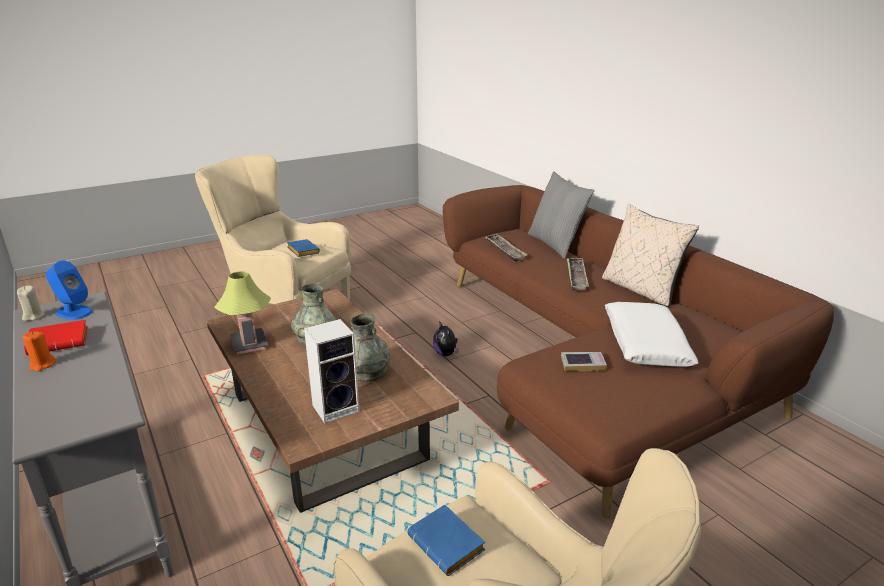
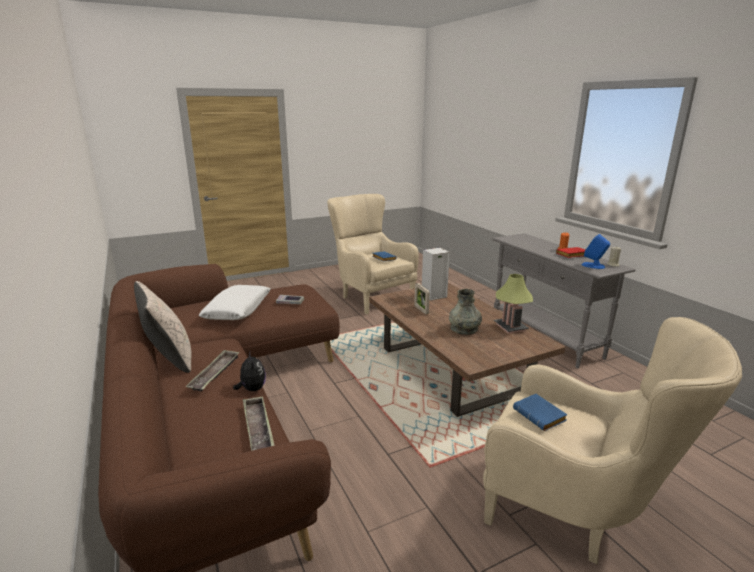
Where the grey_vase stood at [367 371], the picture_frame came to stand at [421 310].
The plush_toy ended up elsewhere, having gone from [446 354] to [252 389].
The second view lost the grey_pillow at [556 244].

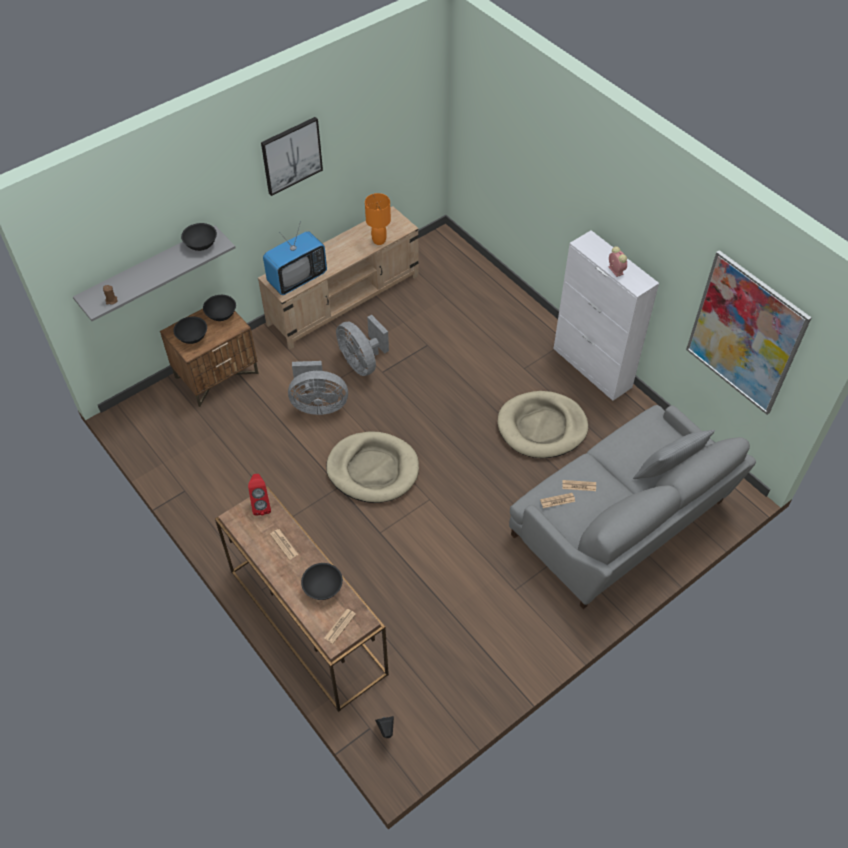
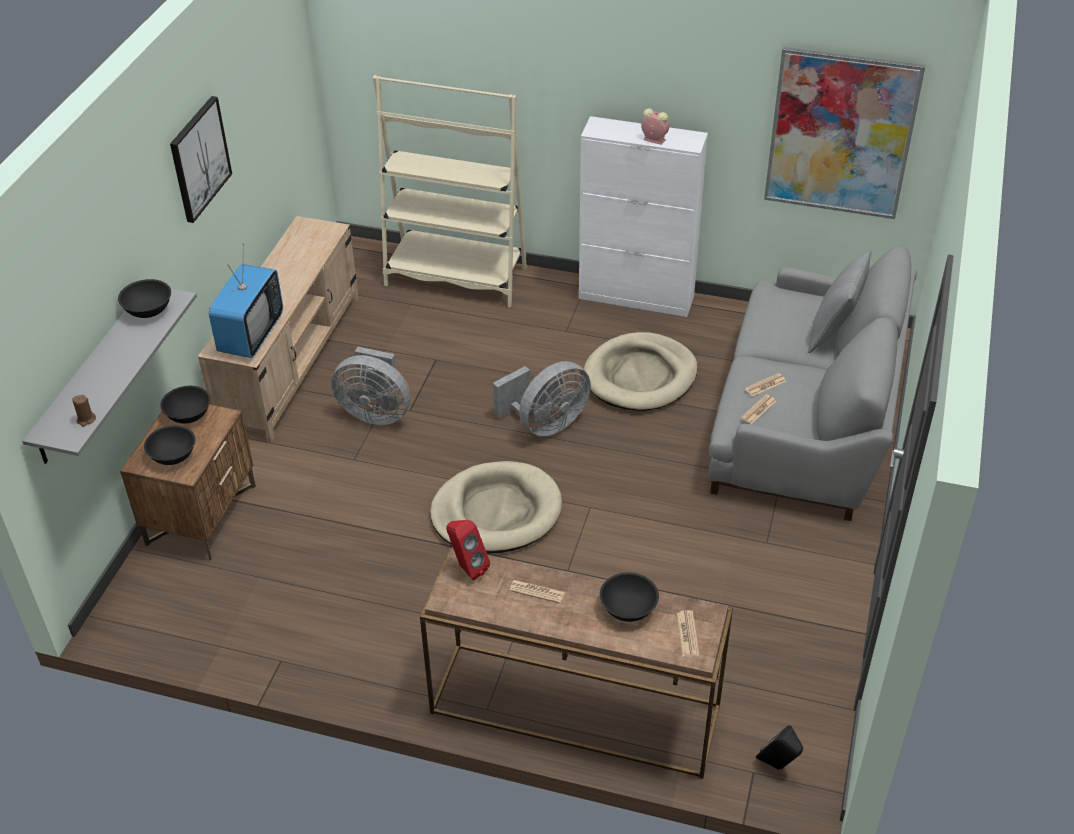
The grey_fan ended up elsewhere, having gone from [318 405] to [546 424].
The second view lost the orange_table_lamp at [379 240].
The second view gained the beige_bookcase at [456 277].

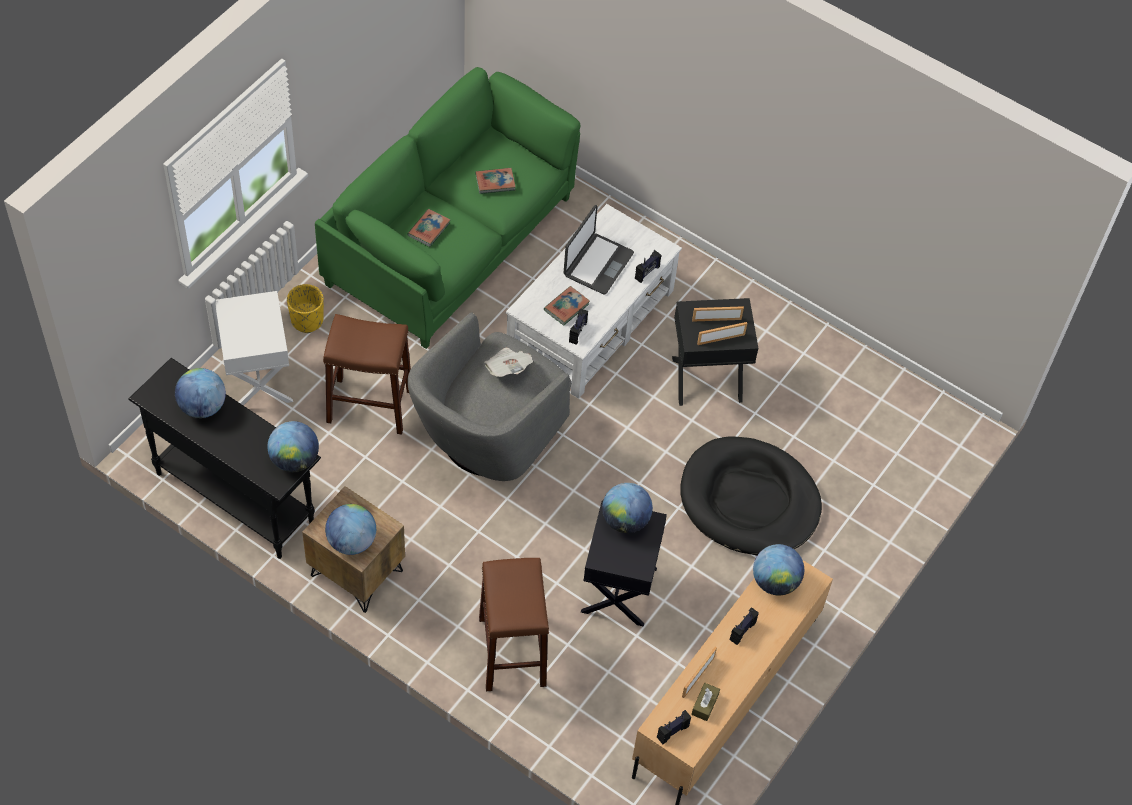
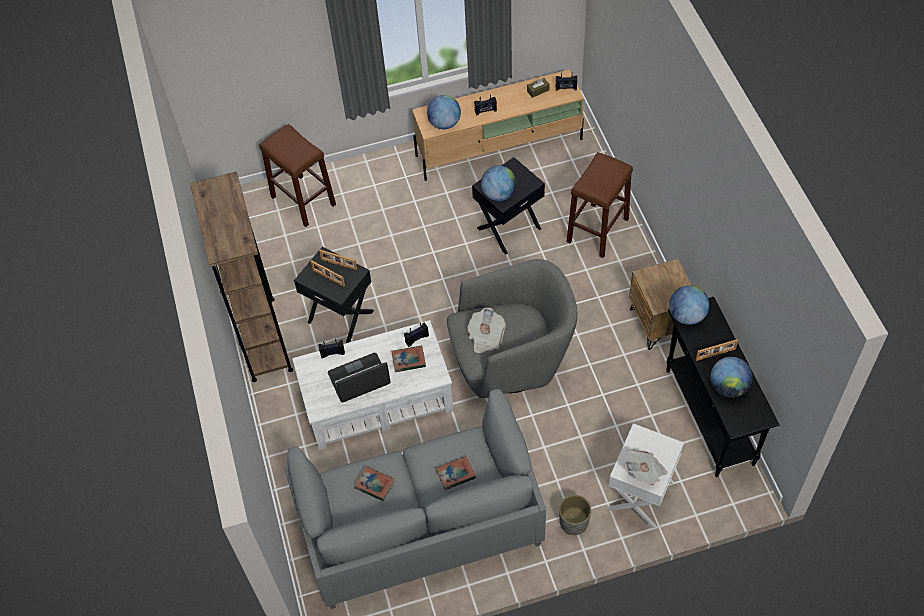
What was the yellow_planter at [307 320] turned into the grey_planter at [573 523].
What was the green_sofa at [450 242] turned into the grey_sofa at [420 524].
The brown_stool ended up elsewhere, having gone from [370 405] to [303 200].
The second view lost the globe at [351 541].
The second view lost the black_dog_bed at [749 500].
The picture_frame ended up elsewhere, having gone from [697 676] to [715 355].
The second view gained the brown_bookcase at [263 339].
The second view gained the newspaper at [644 472].

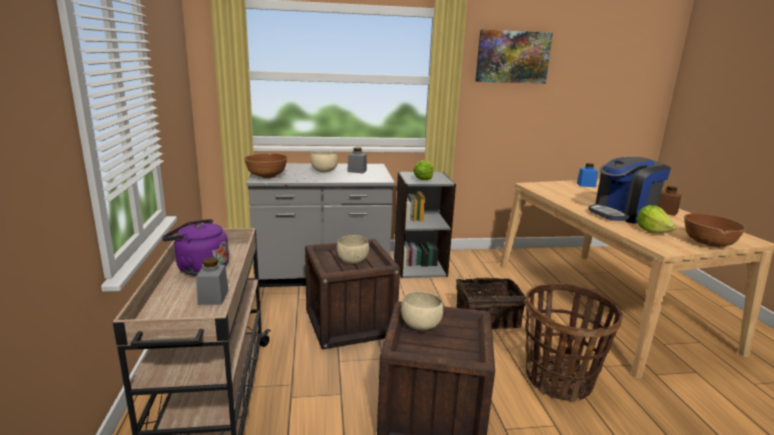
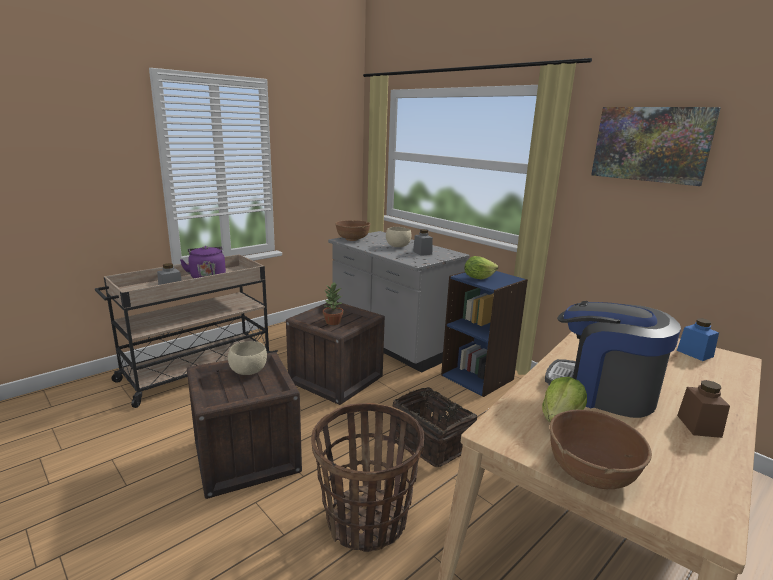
Where the beige_bowl stood at [353 261], the potted_plant came to stand at [332 322].
What was the grey_bookcase at [419 267] turned into the blue_bookcase at [478 377].

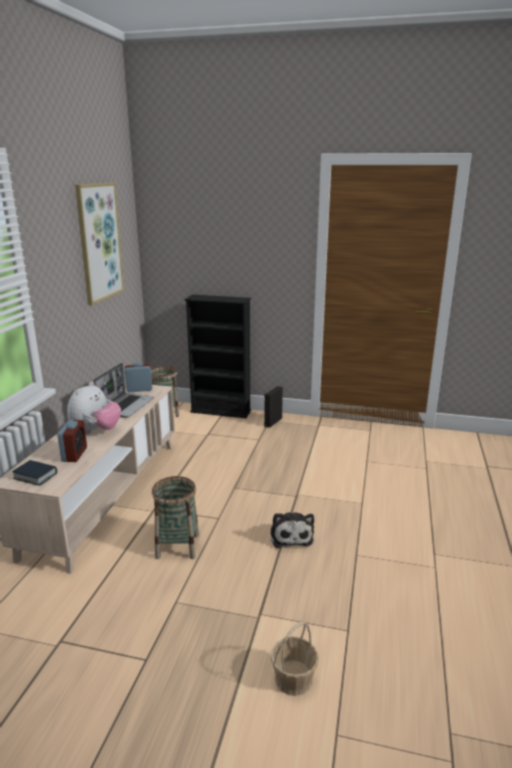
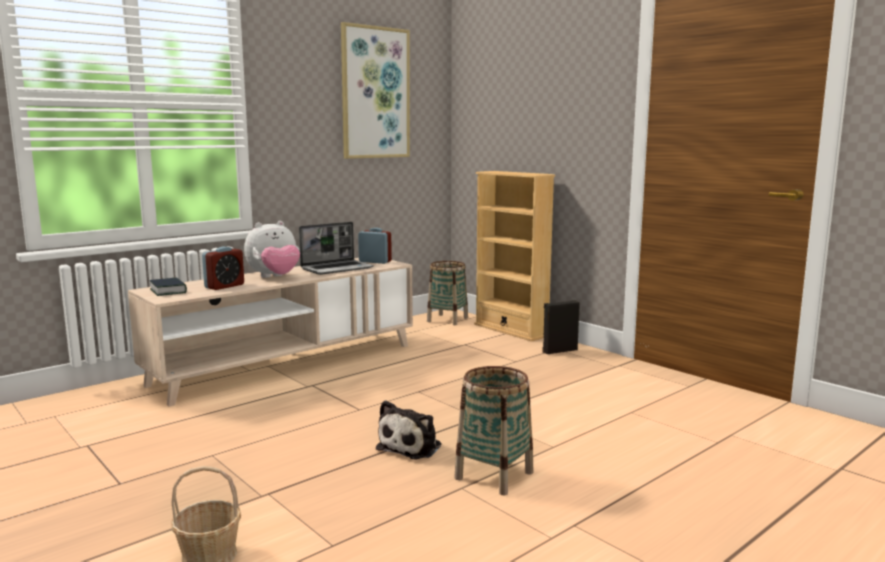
The basket ended up elsewhere, having gone from [177 546] to [494 475].
What was the black_bookcase at [220 411] turned into the beige_bookcase at [511 330].

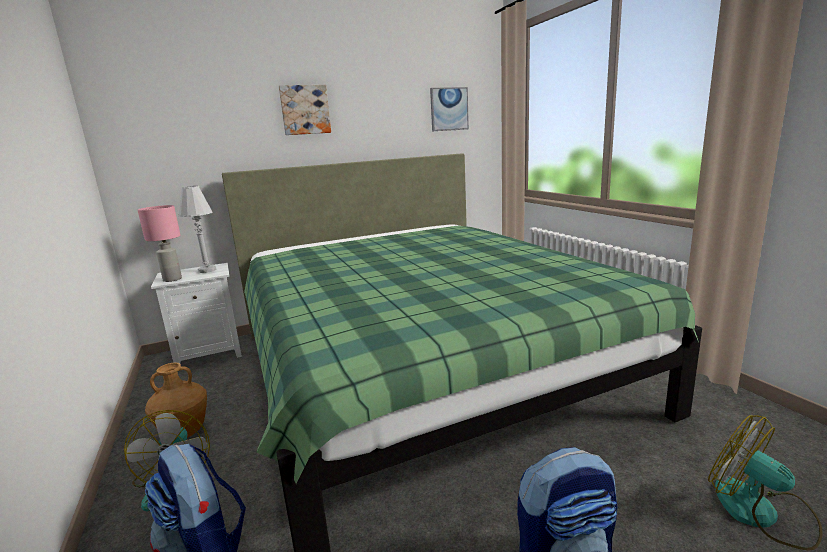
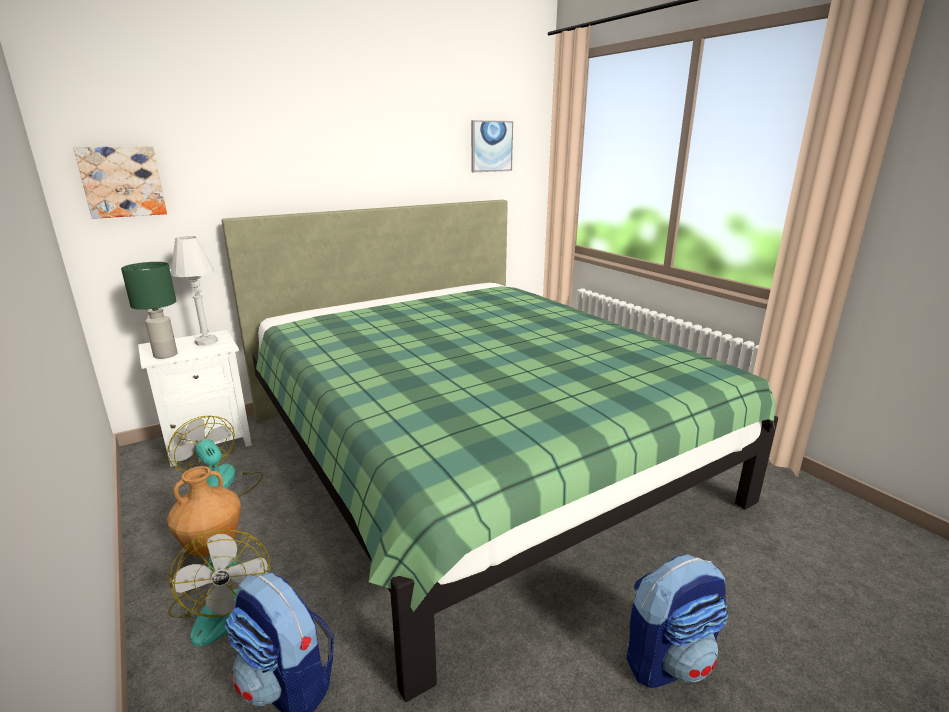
What was the pink_table_lamp at [172 279] turned into the green_table_lamp at [165 355].
The picture ended up elsewhere, having gone from [305 110] to [122 181].
The fan ended up elsewhere, having gone from [760 512] to [223 484].

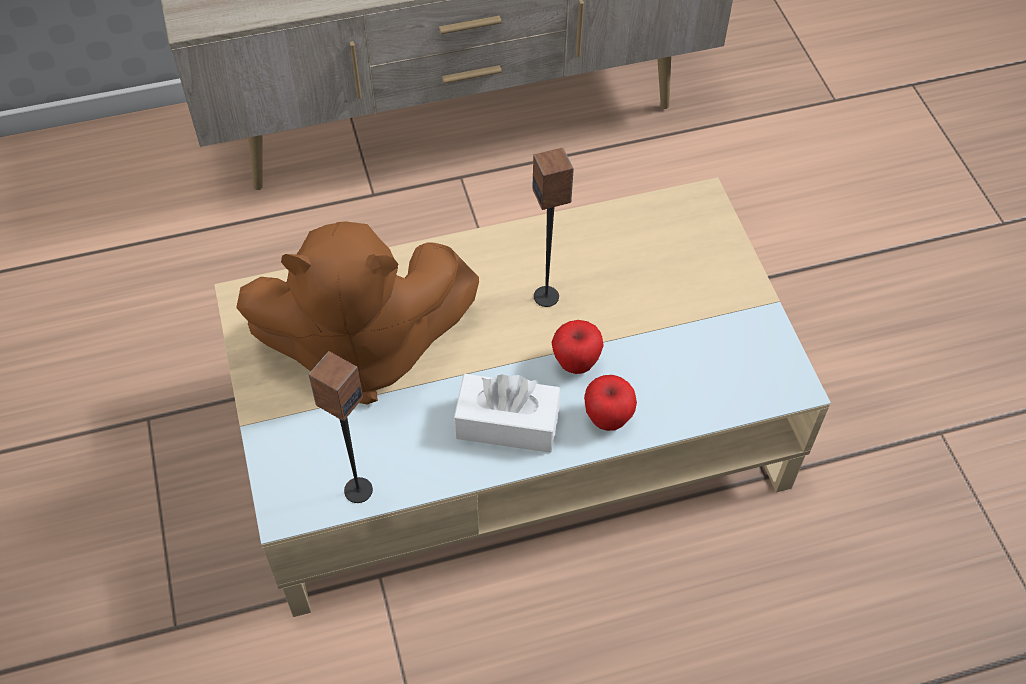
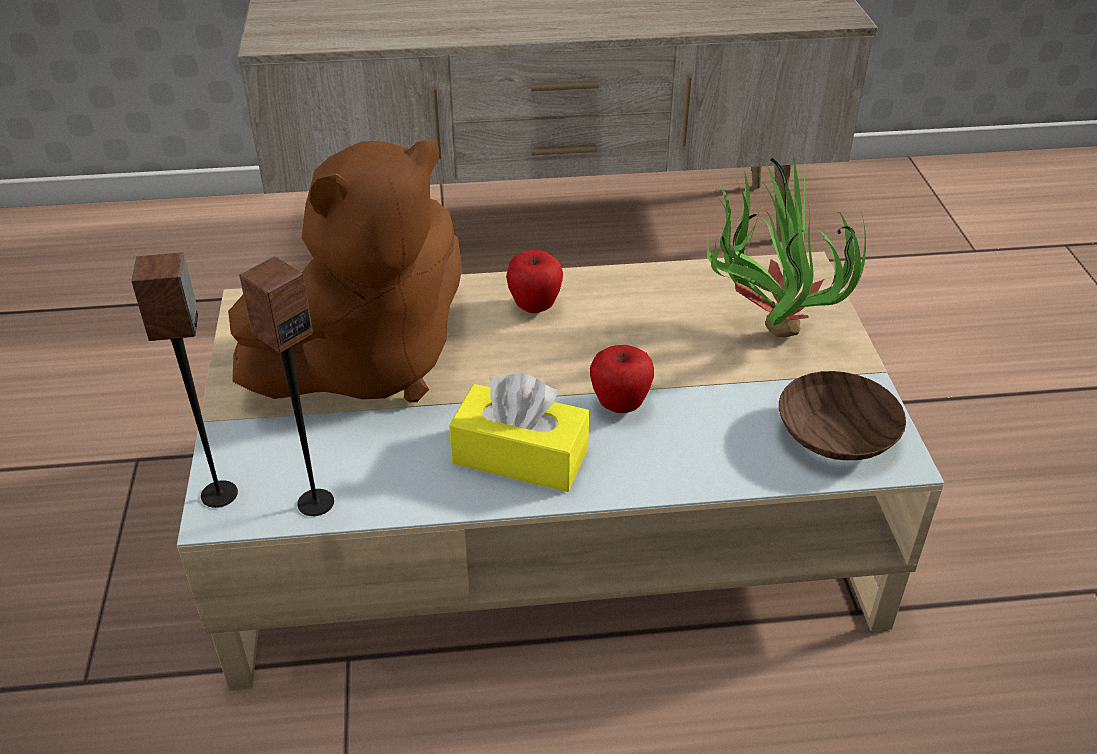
The brown_plush_toy at [362 349] ended up facing another way, 45 degrees counterclockwise from before.
What was the white_tissue_box at [507 424] turned into the yellow_tissue_box at [520 456].
The speaker ended up elsewhere, having gone from [546 296] to [220 494].
The apple ended up elsewhere, having gone from [607 418] to [535 306].
The second view gained the potted_plant at [763 329].
The second view gained the brown_bowl at [834 433].

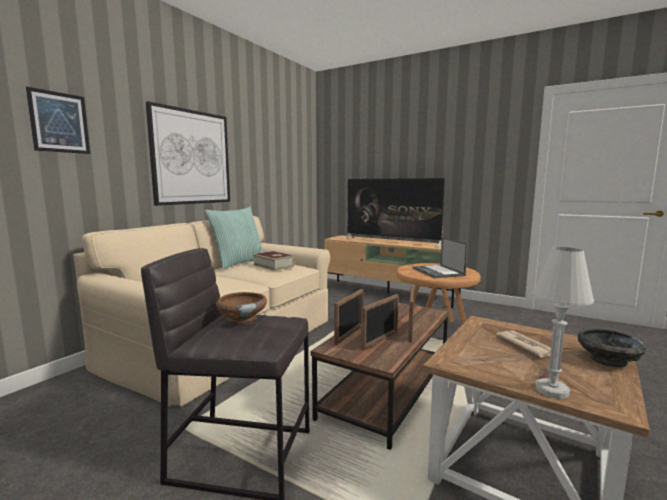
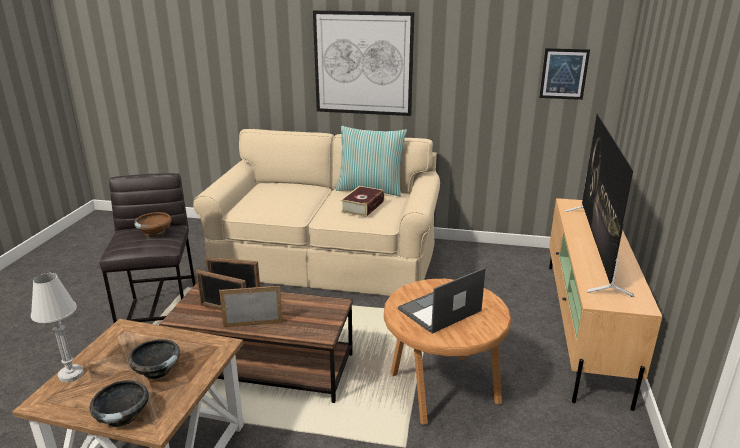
The picture ended up elsewhere, having gone from [59 122] to [564 74].
Where the newspaper stood at [526 346], the black_bowl came to stand at [157 370].

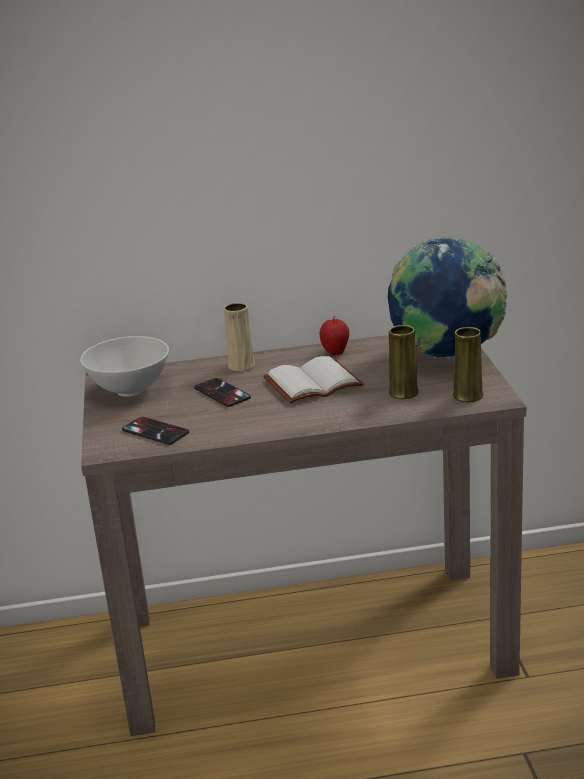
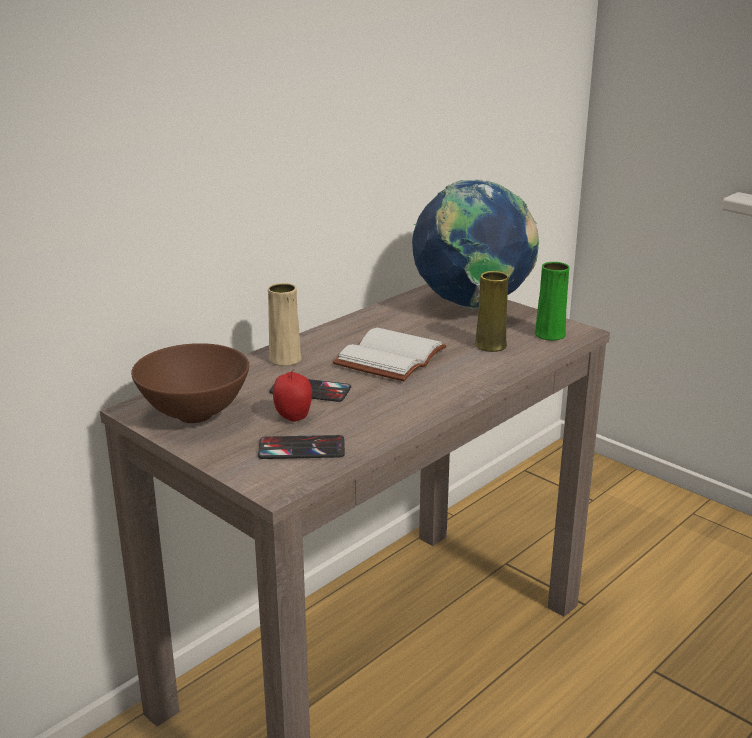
What was the white_bowl at [129 390] turned into the brown_bowl at [193 415].
The apple ended up elsewhere, having gone from [335 352] to [293 417].
What was the yellow_vase at [468 396] turned into the green_vase at [550 334].

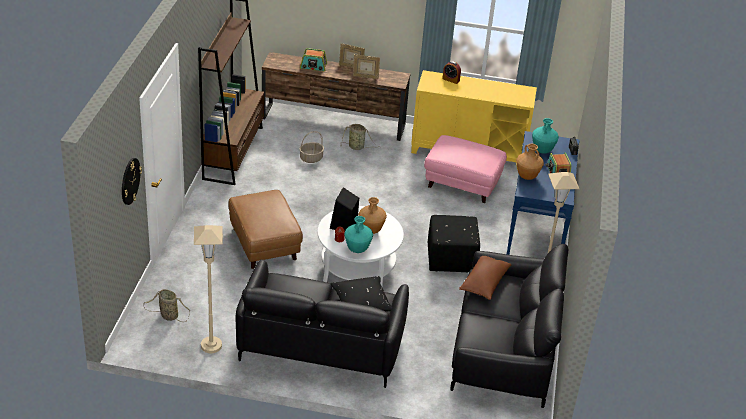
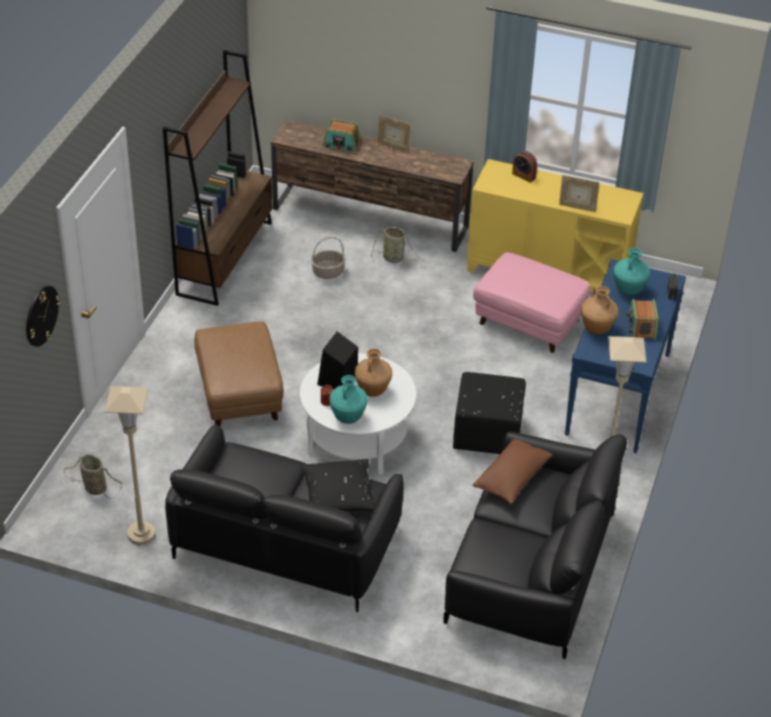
The picture_frame ended up elsewhere, having gone from [365 77] to [577 207].

